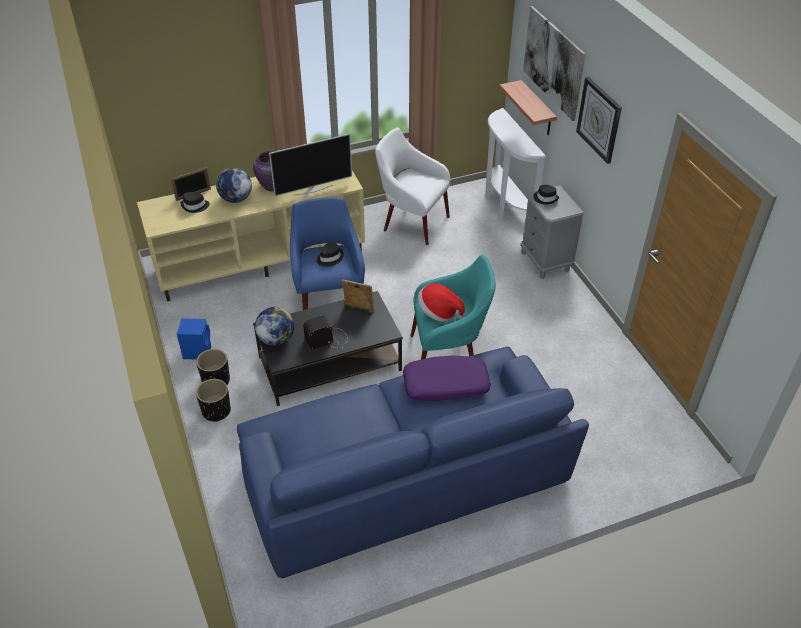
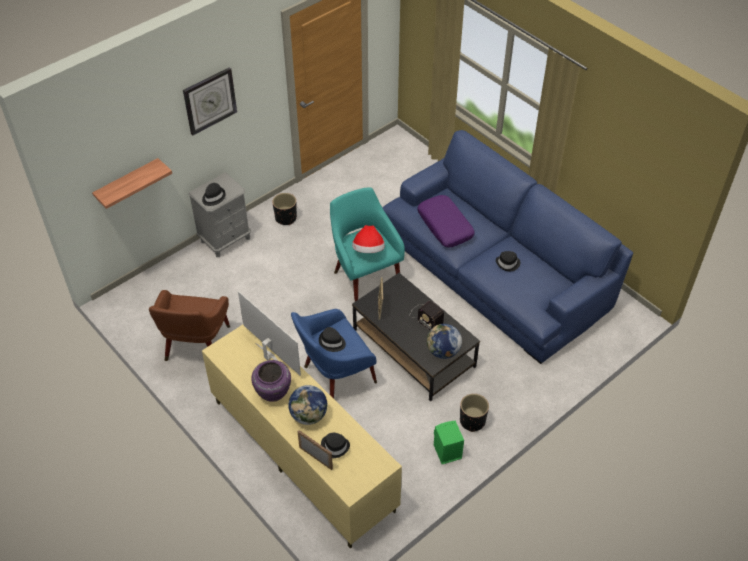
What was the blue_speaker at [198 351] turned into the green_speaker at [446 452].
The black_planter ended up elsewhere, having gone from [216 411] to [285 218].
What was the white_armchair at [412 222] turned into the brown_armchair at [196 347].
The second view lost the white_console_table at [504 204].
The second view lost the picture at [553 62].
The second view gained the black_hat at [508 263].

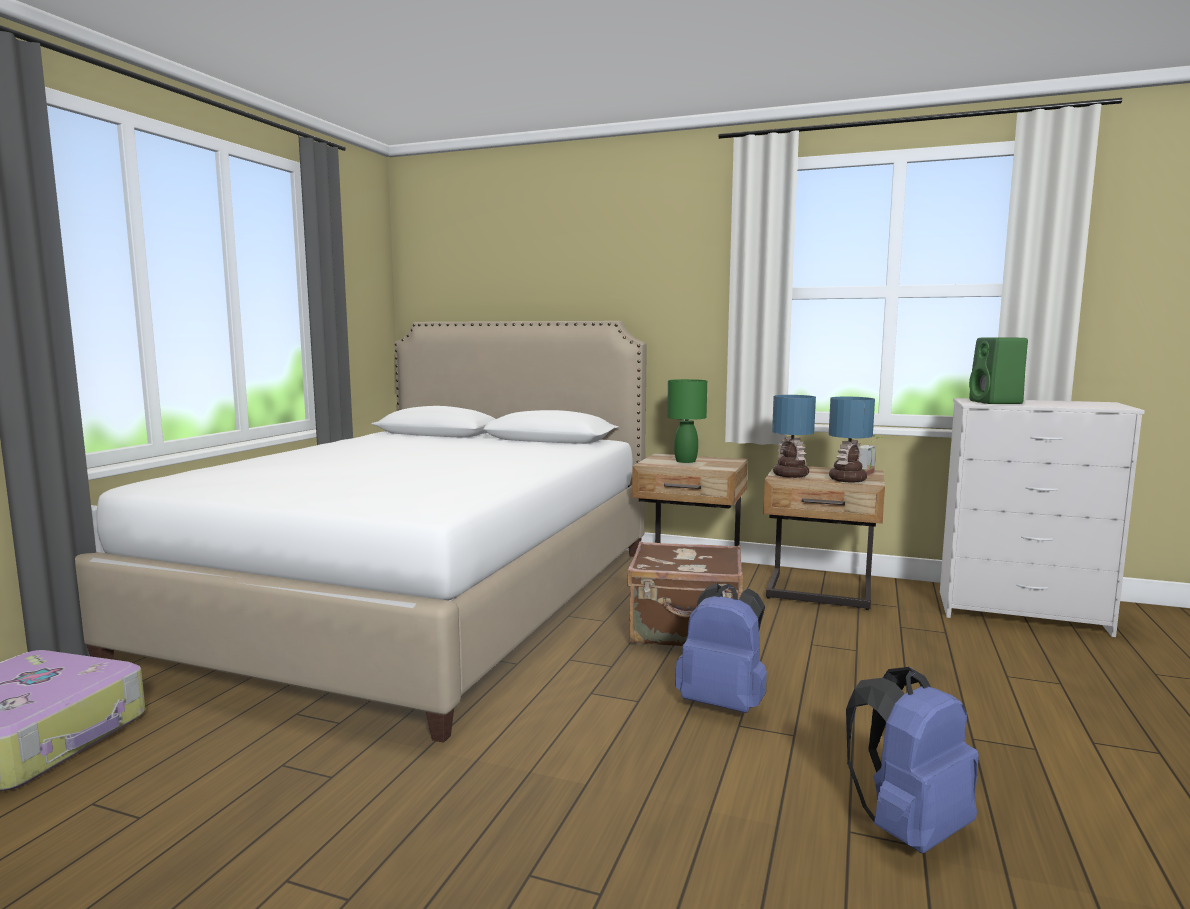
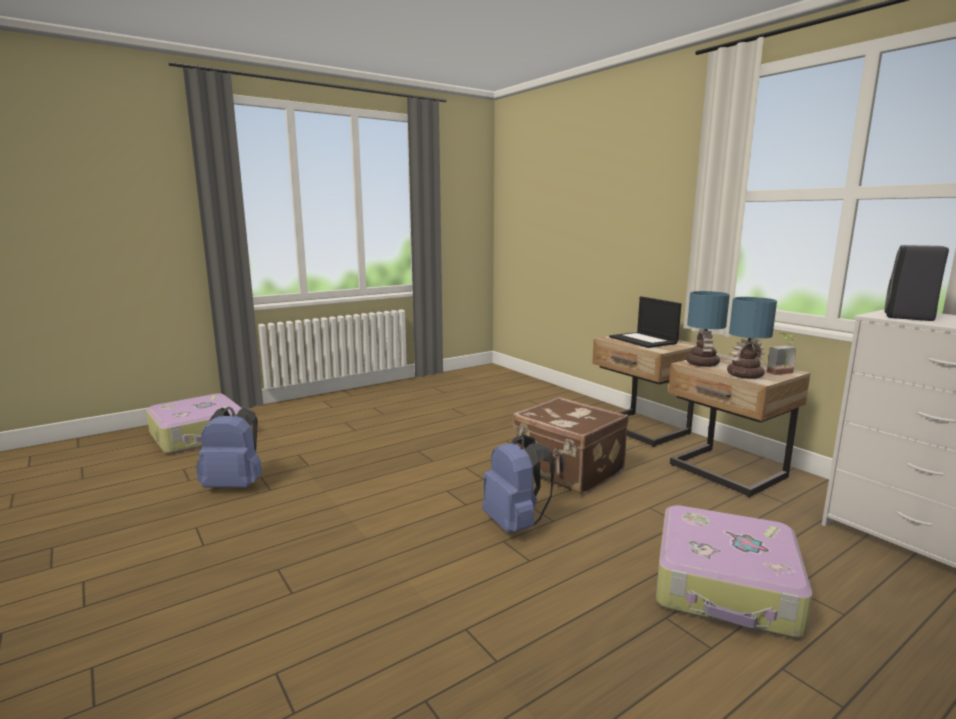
The second view lost the white_bed at [421 600].
Where the green_table_lamp stood at [686 461], the laptop came to stand at [644 340].
The blue_backpack ended up elsewhere, having gone from [908 828] to [235 485].
What was the green_speaker at [996 402] turned into the black_speaker at [909 317].
The second view gained the suitcase at [726 587].

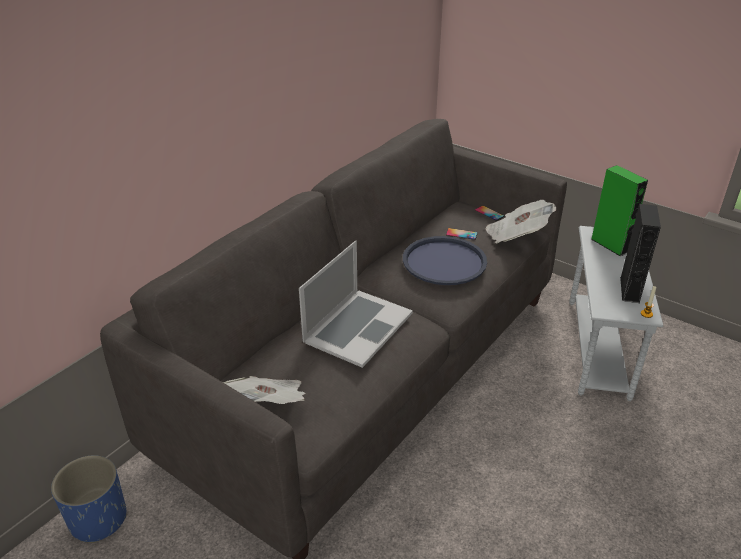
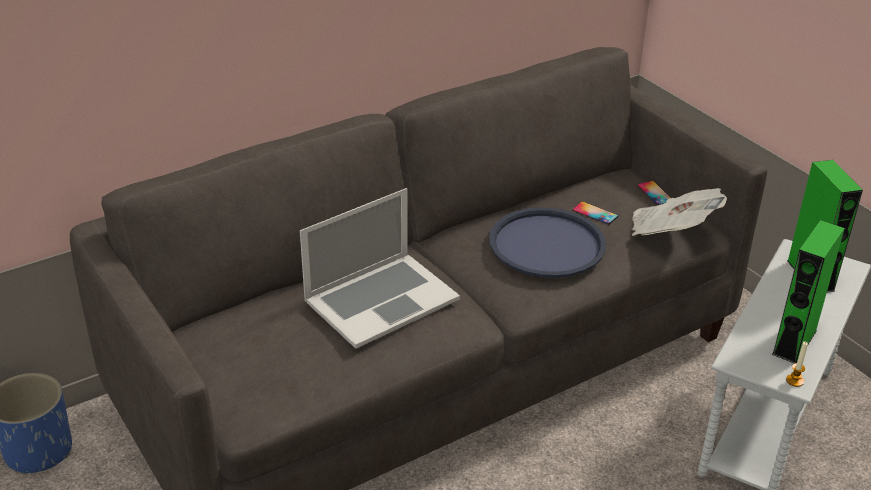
The second view lost the newspaper at [268 405].
What was the black_speaker at [629 289] turned into the green_speaker at [794 342].

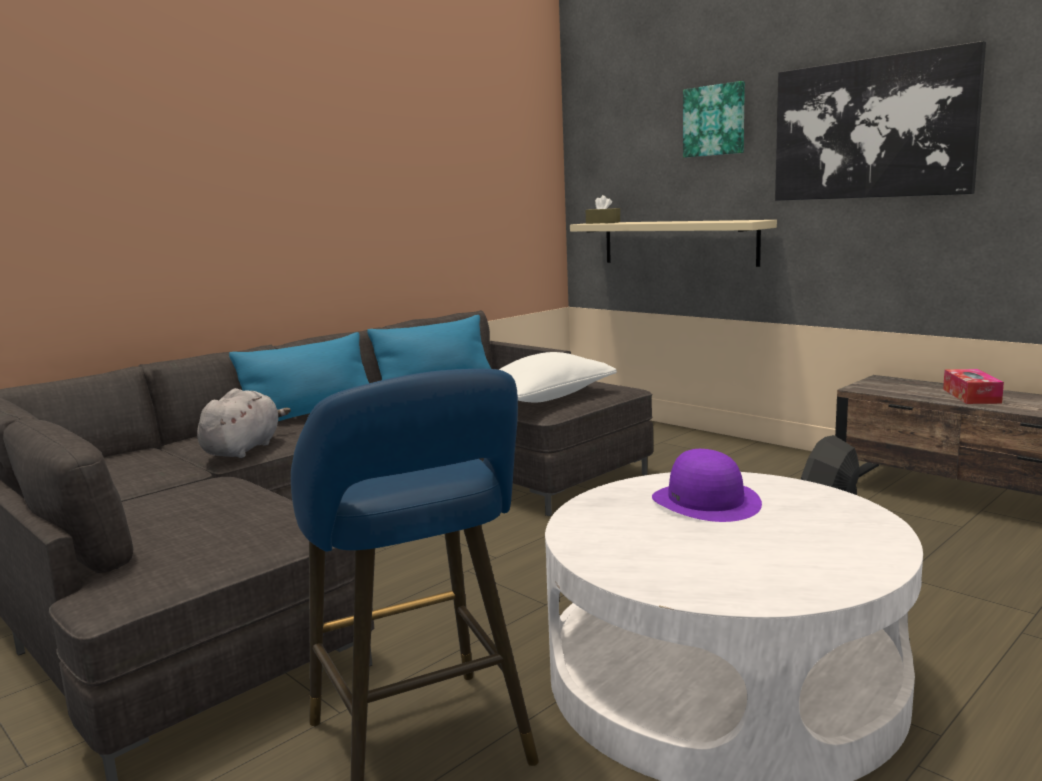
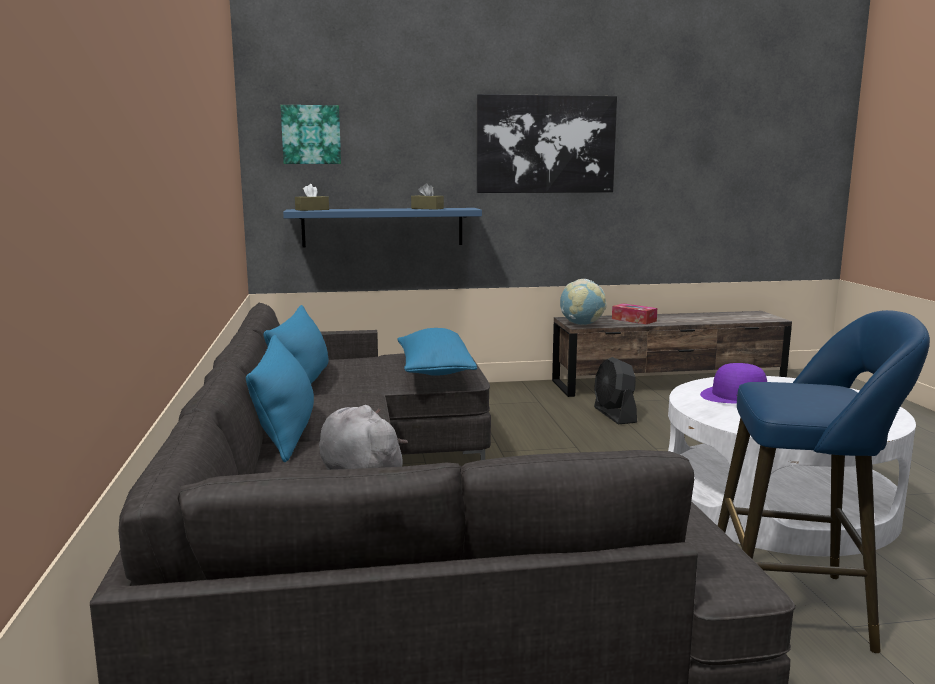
What was the white_pillow at [544 398] turned into the blue_pillow at [434 371].
What was the beige_shelf at [678 242] turned into the blue_shelf at [383 227].
The picture ended up elsewhere, having gone from [714 120] to [311 134].
The second view gained the brown_tissue_box at [427 208].
The second view gained the globe at [581 324].

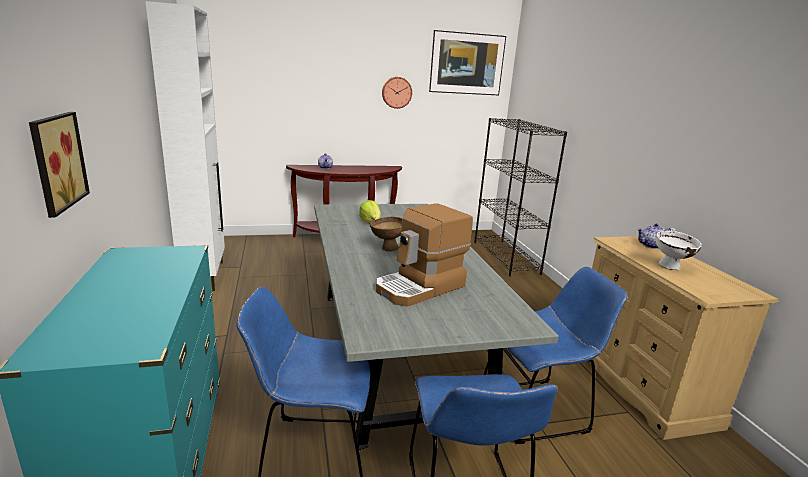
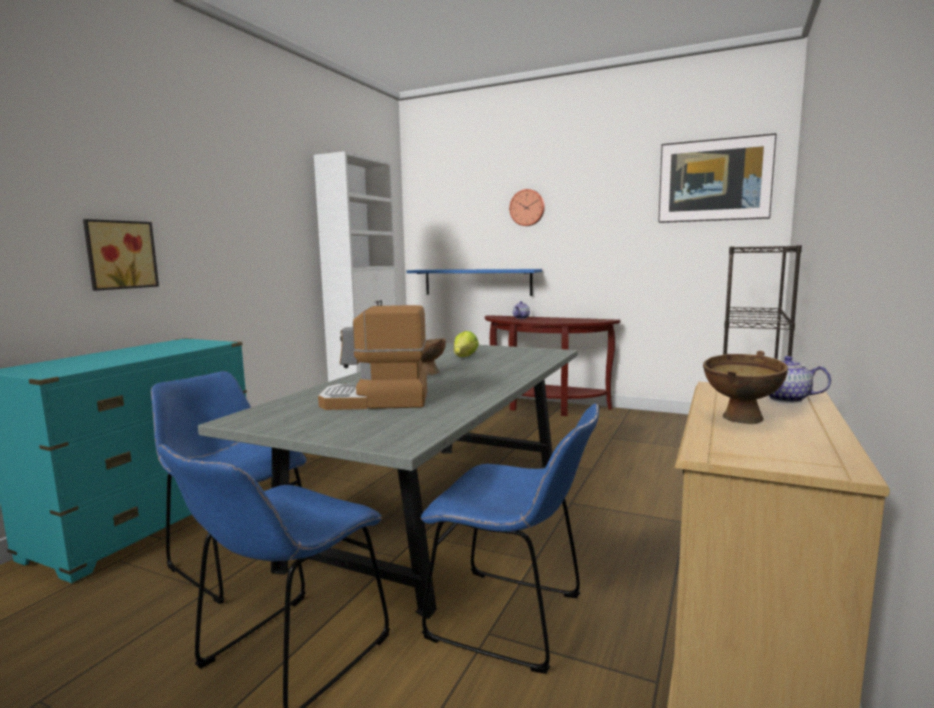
The wall_clock ended up elsewhere, having gone from [396 92] to [527 207].
What was the white_bowl at [671 268] turned into the brown_bowl at [740 420].
The second view gained the blue_shelf at [477 282].

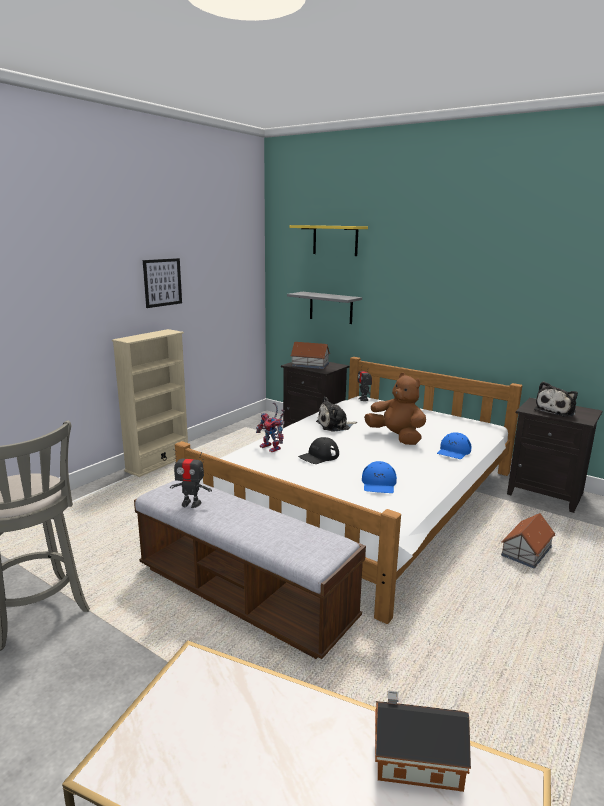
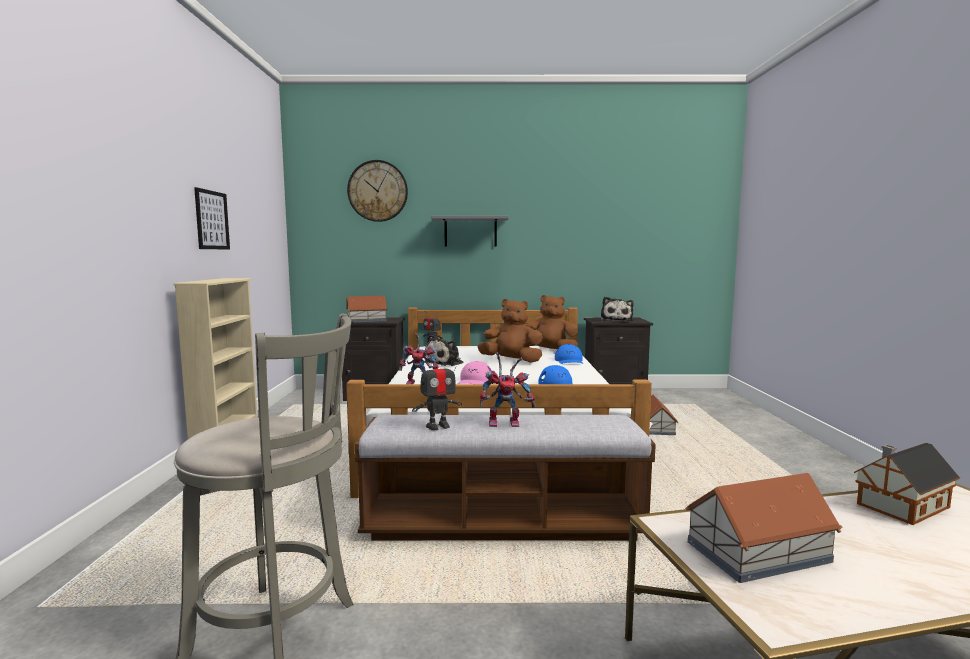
The grey_shelf ended up elsewhere, having gone from [331 307] to [470 232].
Where the yellow_shelf hung at [335 240], the wall_clock came to hang at [378 191].
What was the black_cap at [319 456] turned into the pink_cap at [475 381].
The second view gained the toy_robot at [506 423].
The second view gained the brown_plush_toy at [550 351].
The second view gained the toy_house at [756 551].

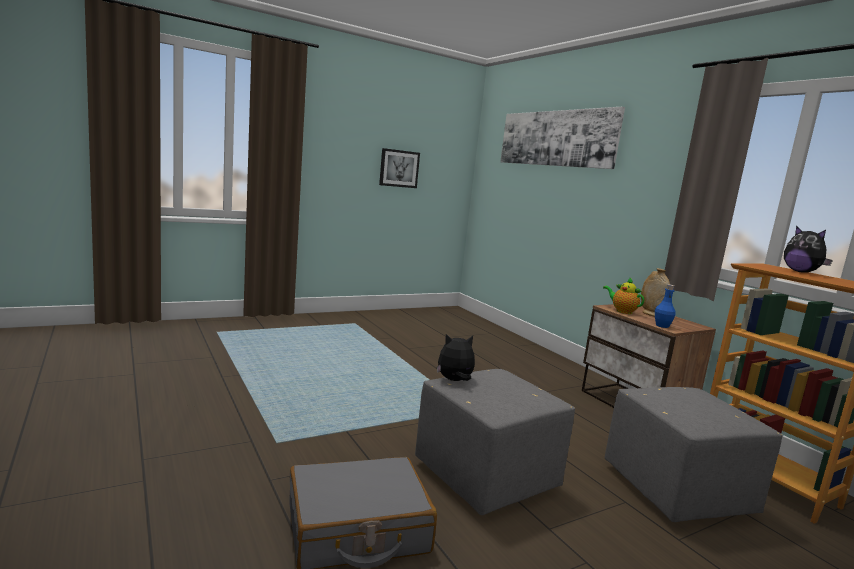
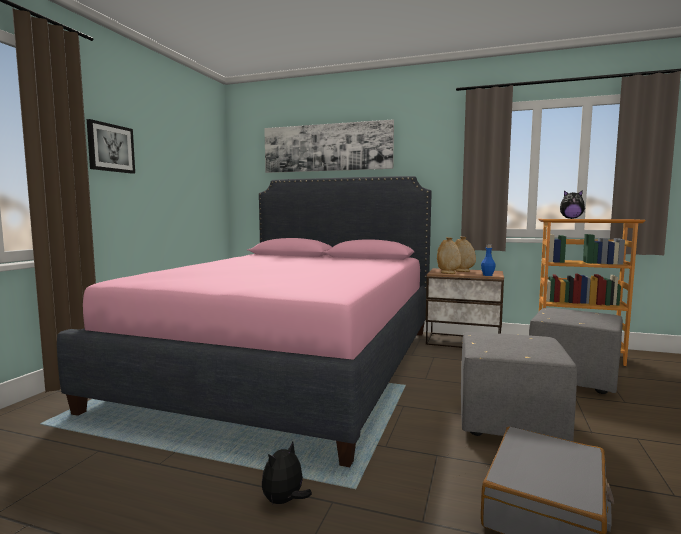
The picture ended up elsewhere, having gone from [399 168] to [110 148].
The plush_toy ended up elsewhere, having gone from [454 381] to [284 501].
Where the teapot stood at [622 311], the beige_vase came to stand at [448 273].
The second view gained the pink_bed at [292 364].

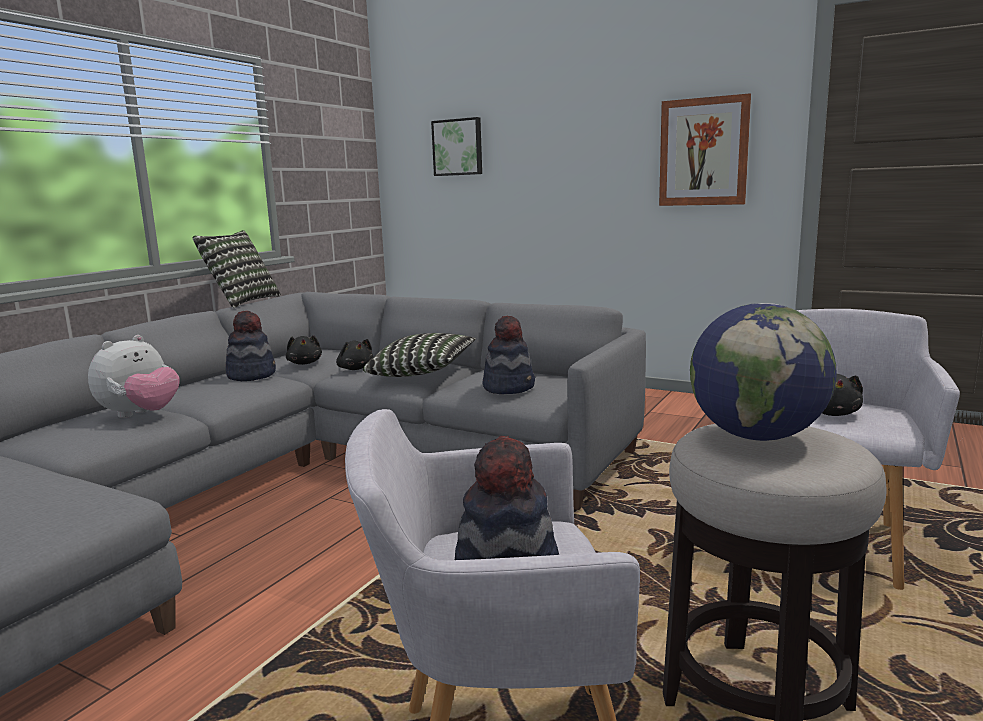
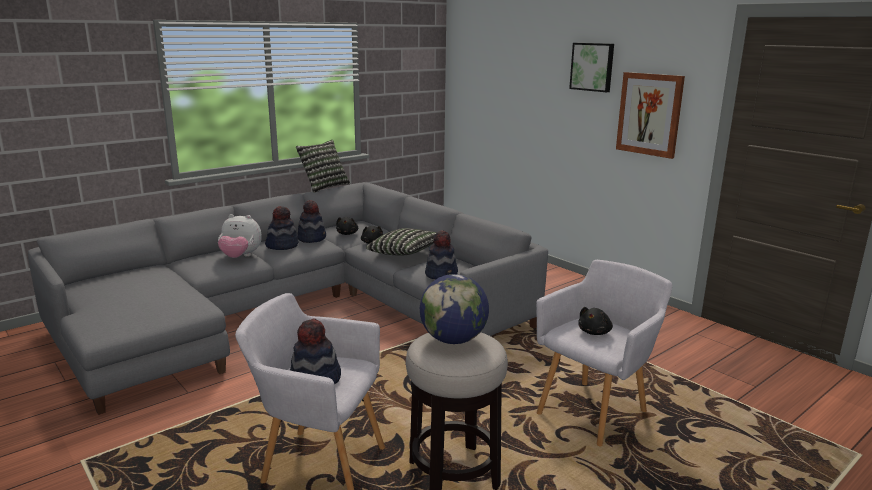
The plush_toy at [140 415] ended up facing another way, 45 degrees clockwise from before.
The picture ended up elsewhere, having gone from [458 147] to [592 67].
The second view gained the hat at [282 245].

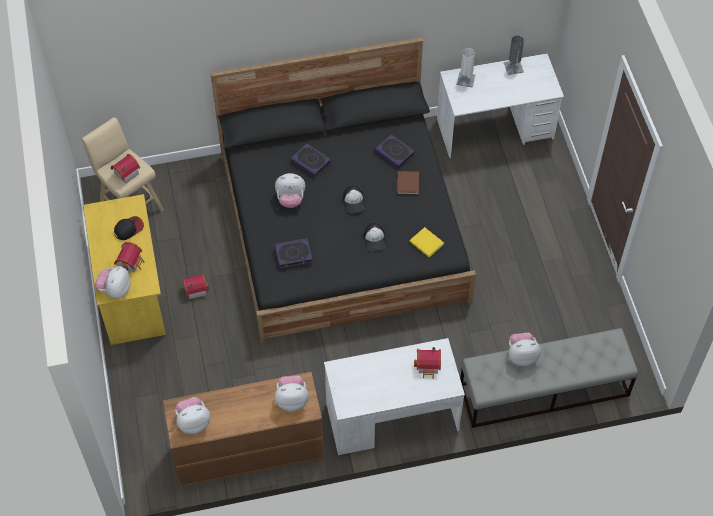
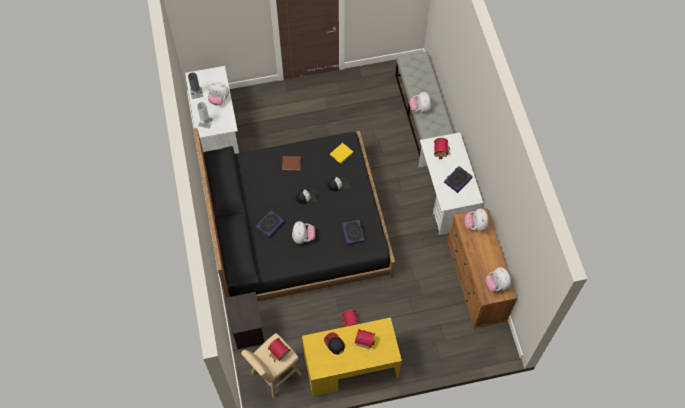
The plush_toy ended up elsewhere, having gone from [115 290] to [219 99].
The book ended up elsewhere, having gone from [395 153] to [457 180].
The second view gained the black_nightstand at [247 330].

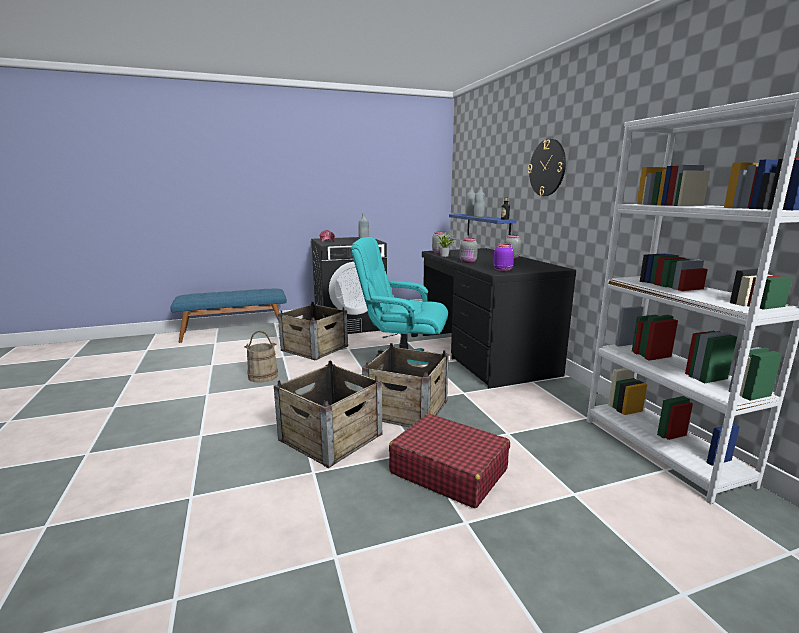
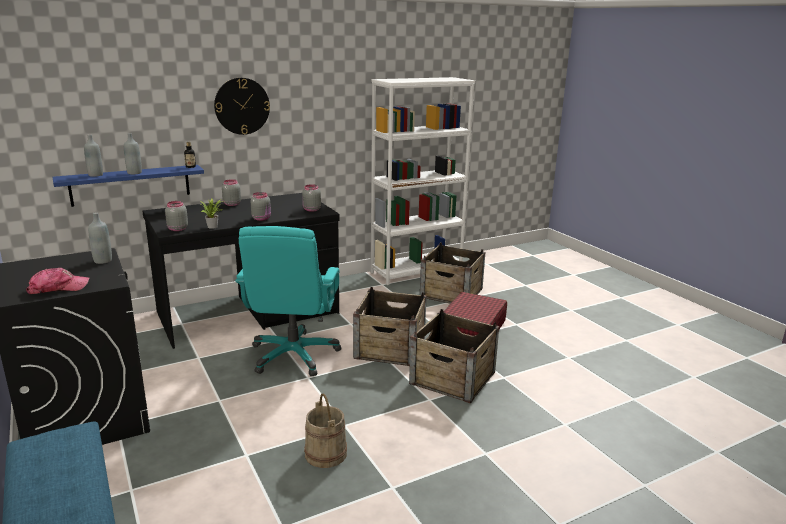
The crate ended up elsewhere, having gone from [314 348] to [452 292].
What was the purple_jar at [502 270] turned into the grey_jar at [311 210].

